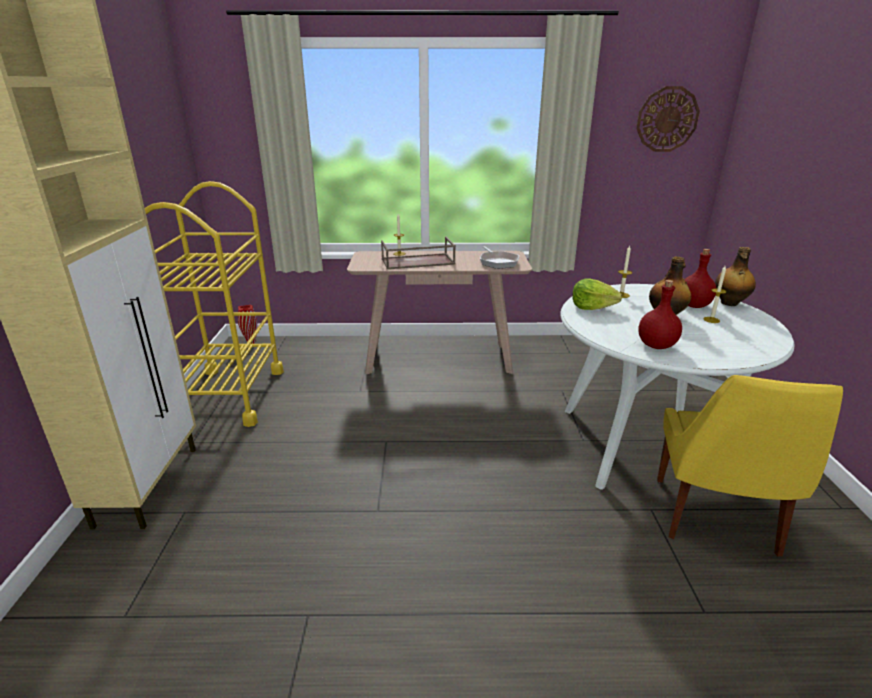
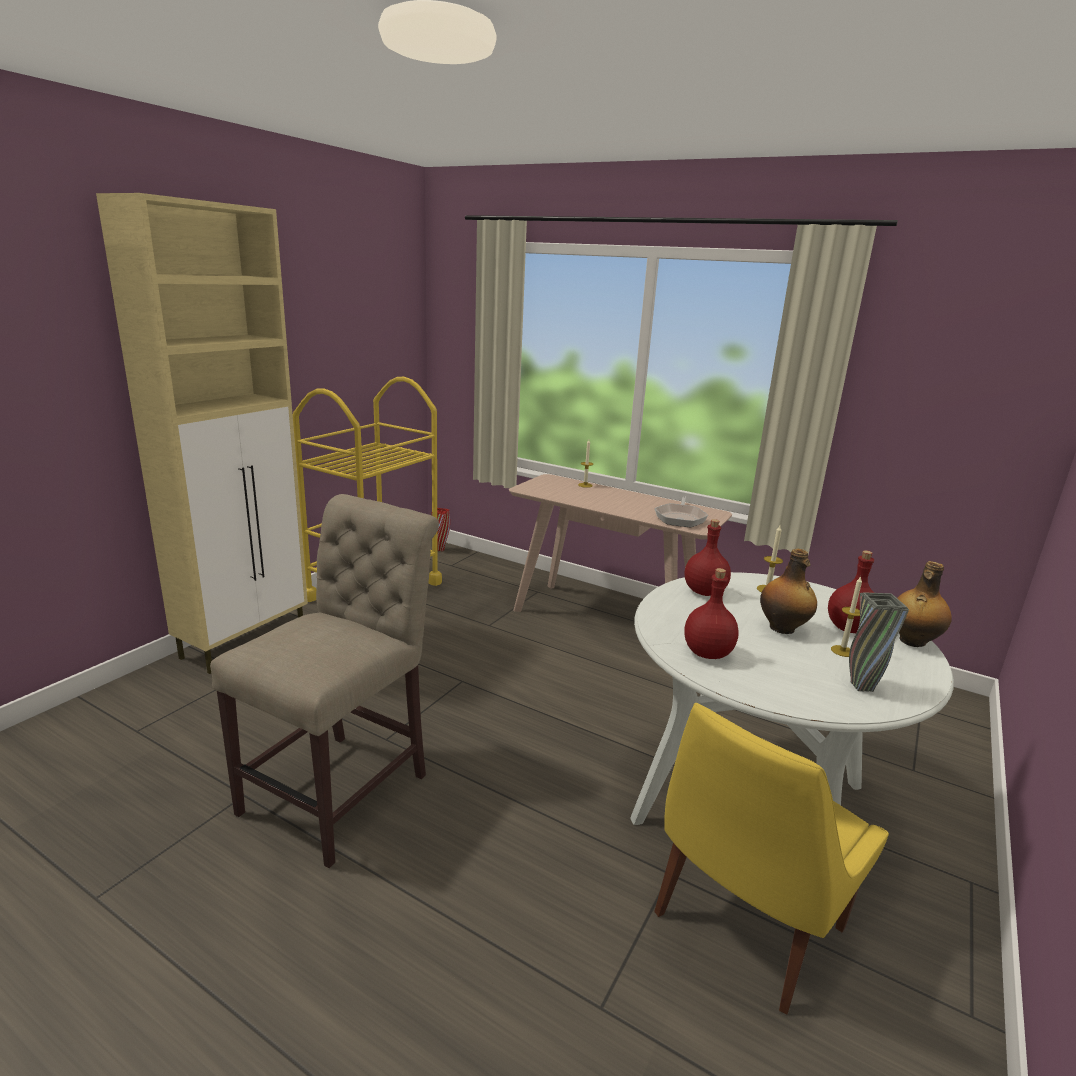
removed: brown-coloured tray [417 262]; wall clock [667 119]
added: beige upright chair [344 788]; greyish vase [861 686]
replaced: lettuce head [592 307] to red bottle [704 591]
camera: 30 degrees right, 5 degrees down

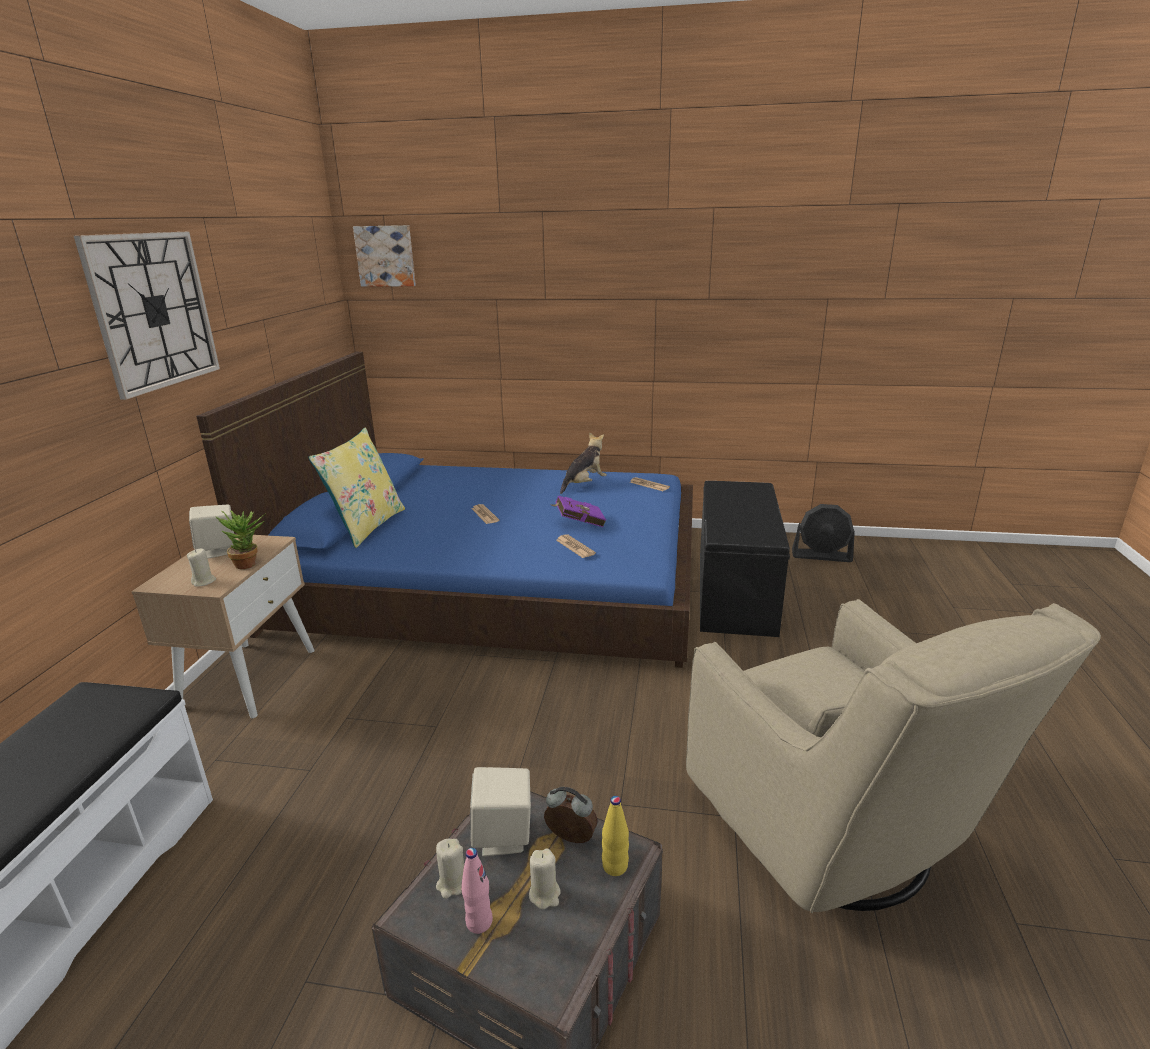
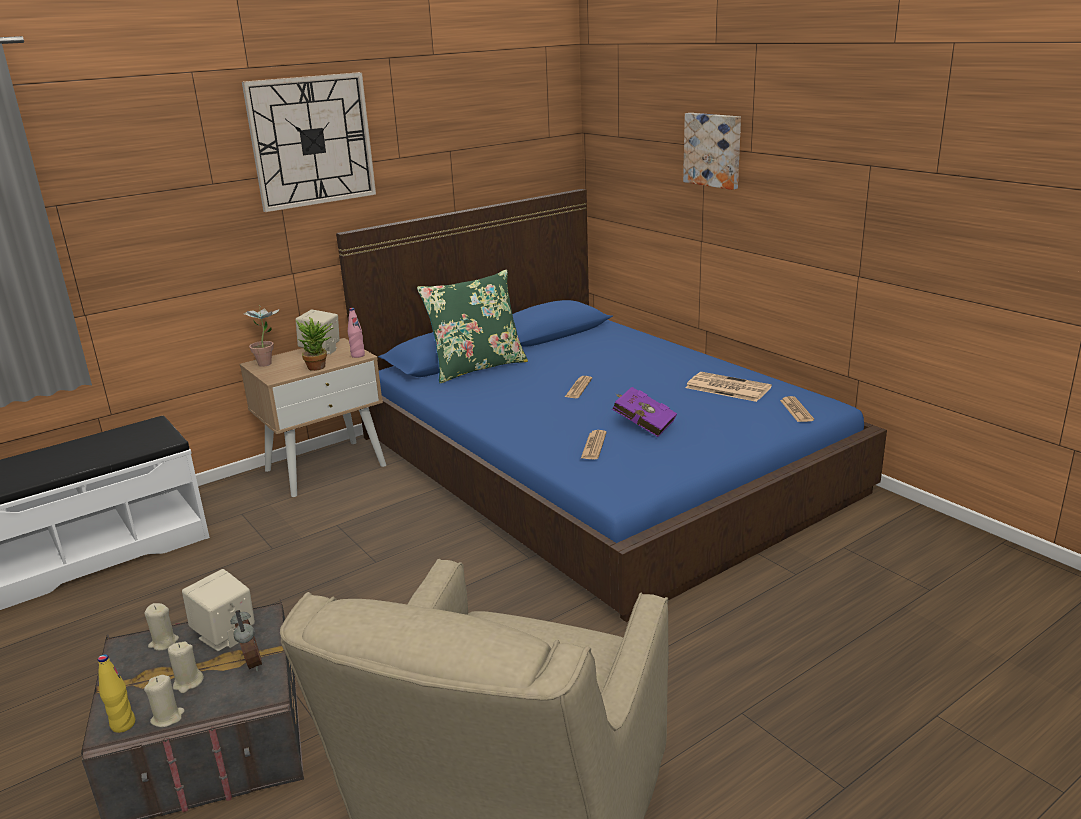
removed: black-coloured long seat [734 591]; black-coloured electric fan [821 556]
added: houseplant [268 362]
moved: beige wax candle [204 581] to [167 717]; picture [386 256] to [714 150]; pink-coloured bottle [479 922] to [358 355]; yellow bottle [615 866] to [123 725]
replaced: soft toy [584 484] to daily paper [726 388]
recoloured: yellow pillow [366 526] to greenish pillow [477 367]
camera: 45 degrees right, 0 degrees up

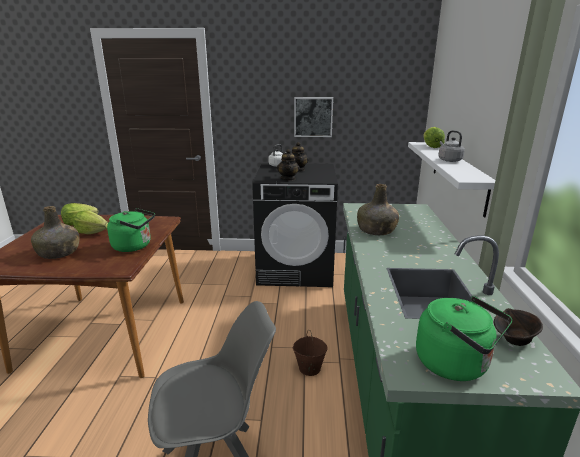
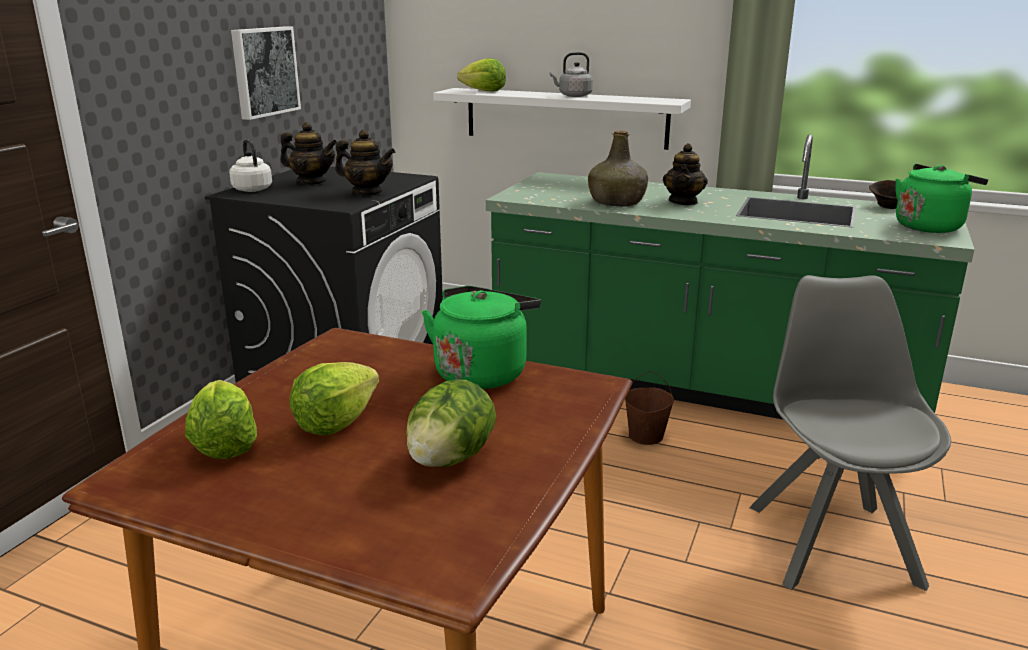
added: teapot [683 202]
replaced: greenish bottle [59 253] to lettuce head [450 459]
camera: 70 degrees left, 0 degrees up

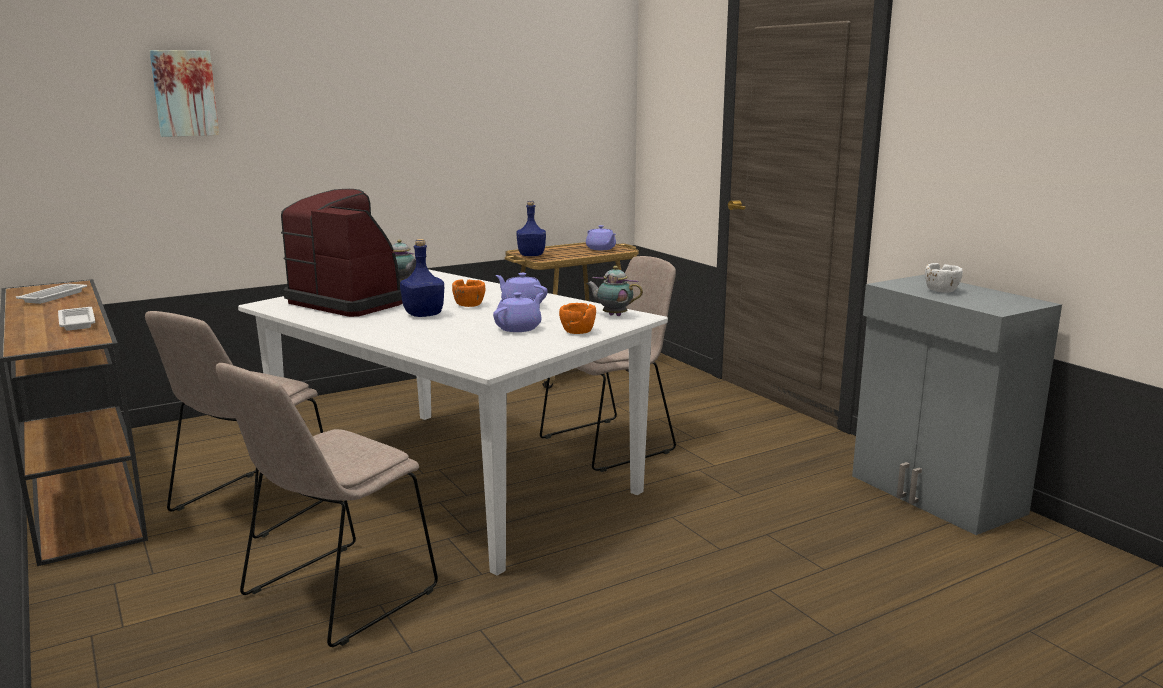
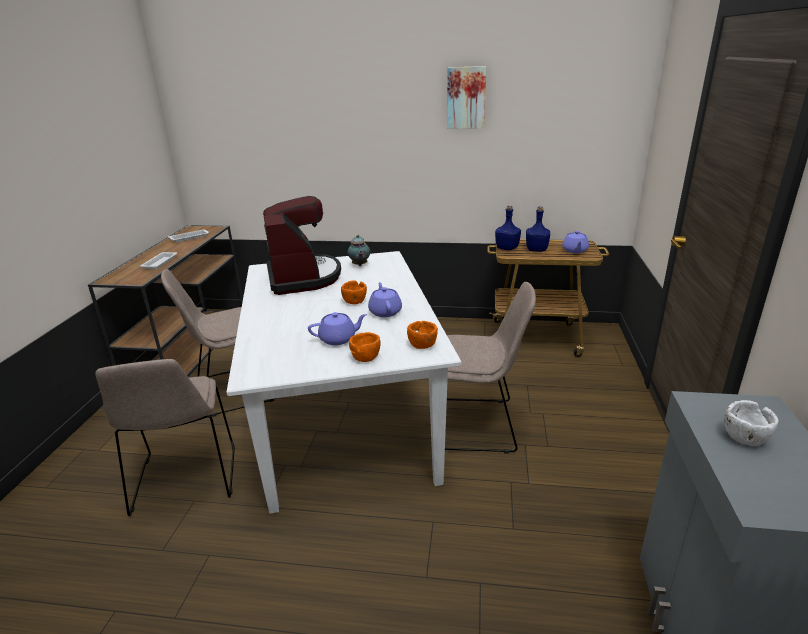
moved: picture [184 93] to [466 97]; blue bottle [424 315] to [536 250]
replaced: teapot [613 315] to orange-coloured bowl [423 345]
turned: beige upright chair [335 596] = [185 481] 90 degrees counterclockwise
camera: 40 degrees right, 10 degrees up

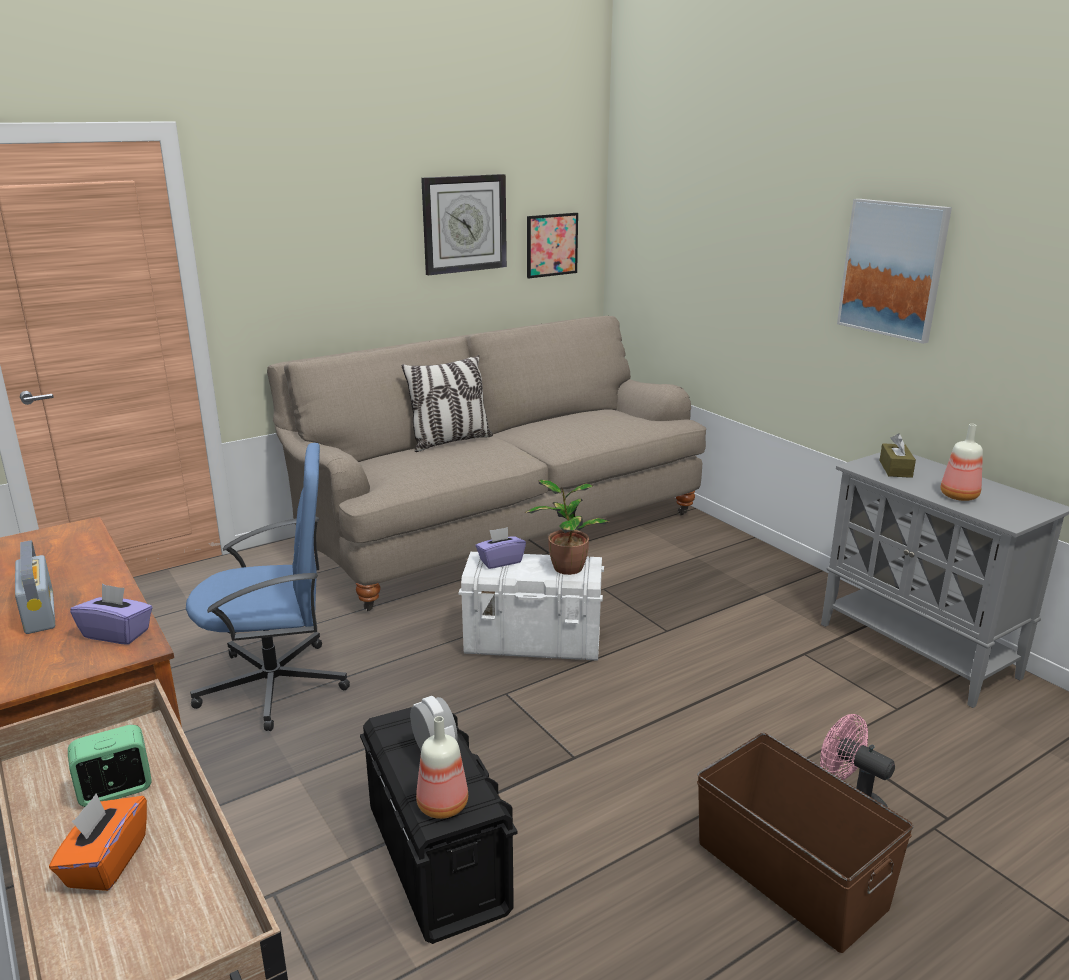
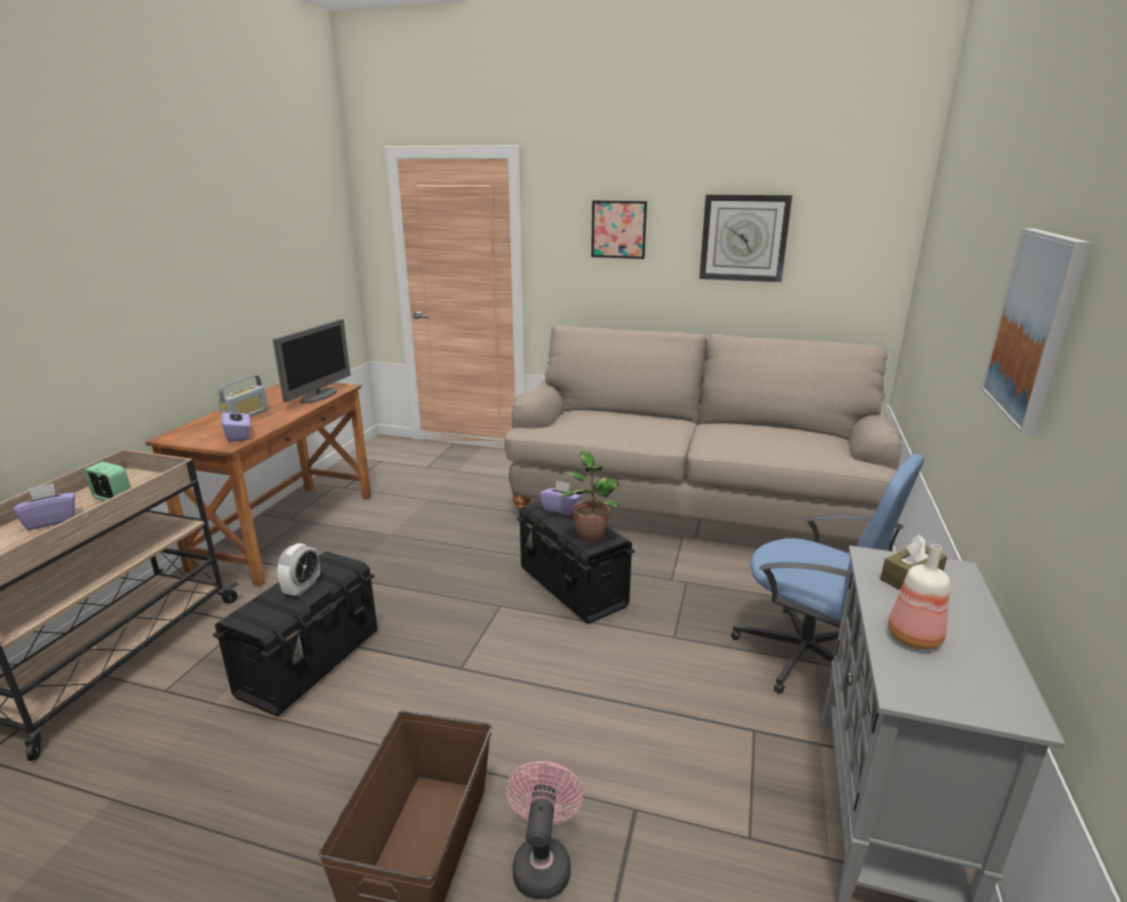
removed: pillow [450 441]; bottle [441 805]
added: computer screen [319 396]
moved: blue office chair [276 685] to [806 655]; picture [551 245] to [618 229]
recoloured: orange-coloured tissue box [106 862] to purplish tissue box [51 520]; white storage box [534 642] to black-coloured storage box [572 587]
camera: 50 degrees right, 0 degrees up

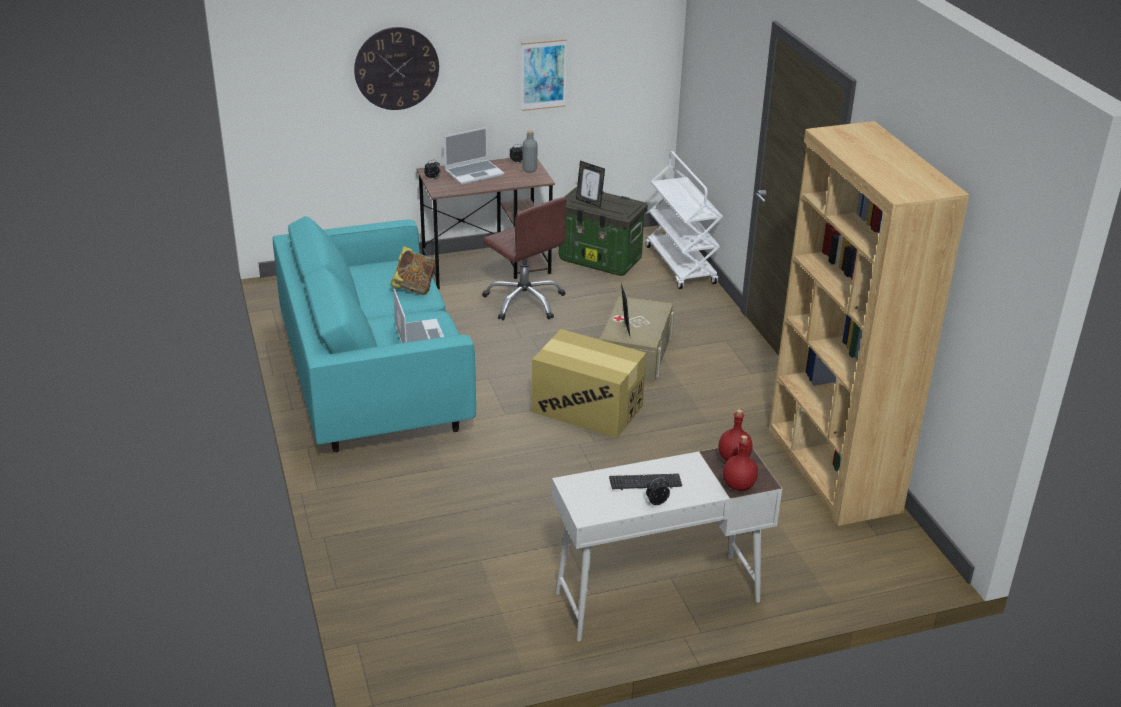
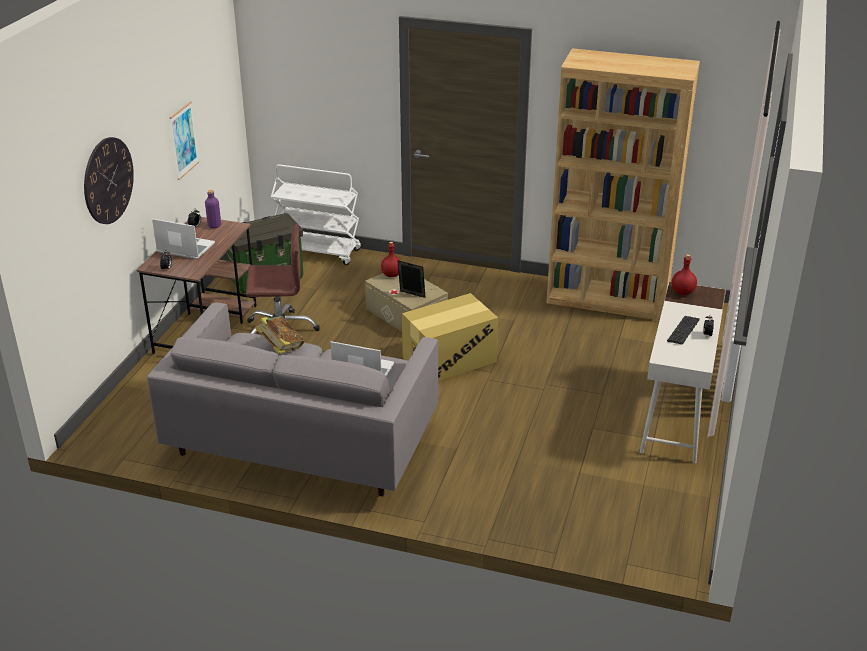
removed: picture frame [589 202]
moved: red bottle [738 485] to [391 275]
recoloured: turquoise settee [375 380] to greyish settee [303 440]; greyish bottle [529 169] to purplish bottle [214 225]
turned: notebook computer [474 173] = [185 248] 75 degrees counterclockwise
camera: 55 degrees left, 0 degrees up

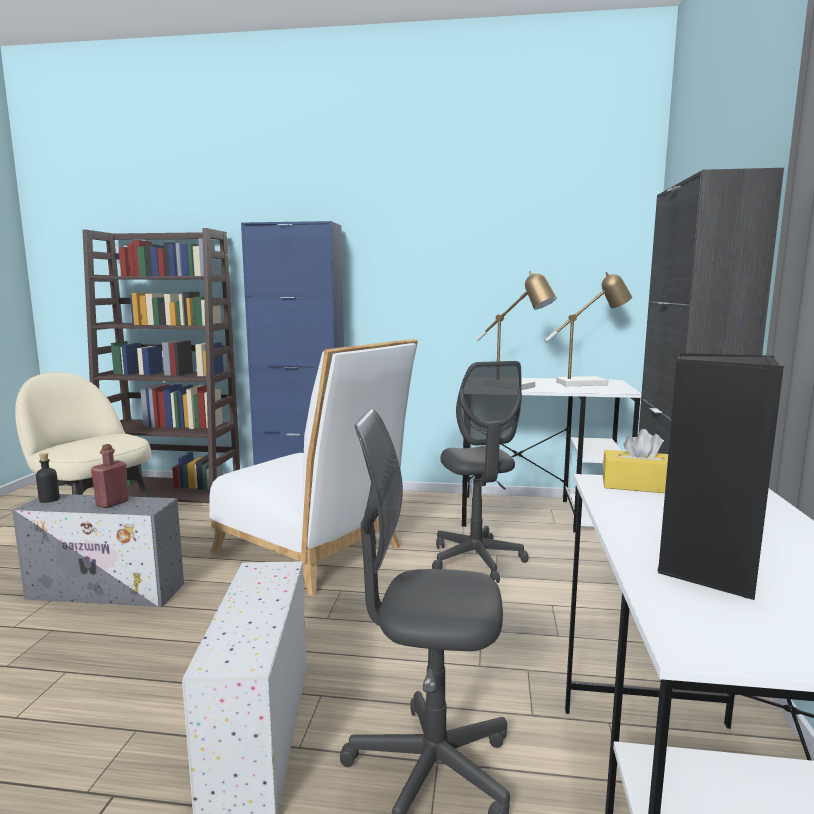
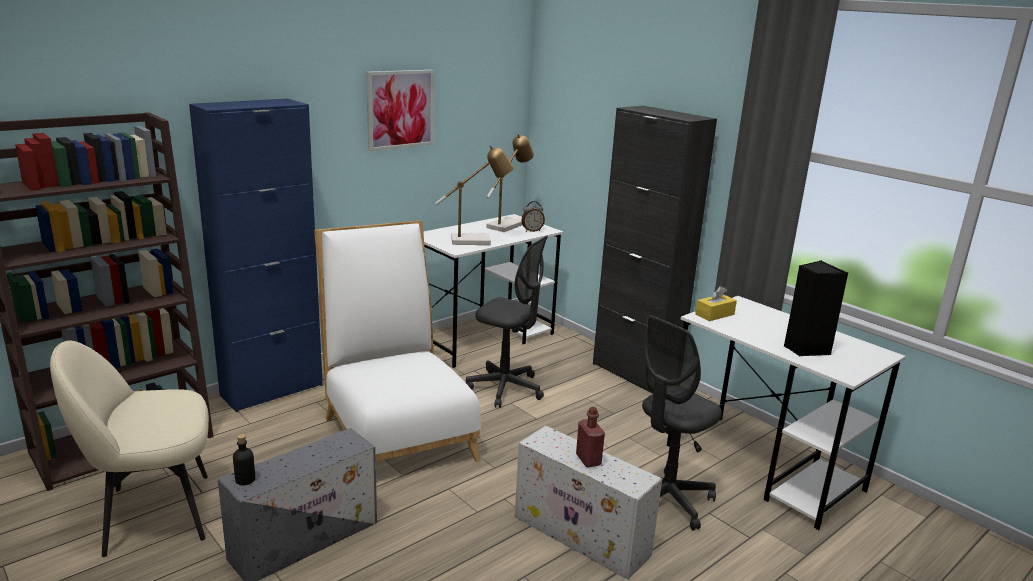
added: picture [400 109]; alarm clock [532 230]
moved: red bottle [112 503] to [588 460]
turned: white upright chair [315 552] = [396 432] 105 degrees counterclockwise
camera: 50 degrees left, 10 degrees up

